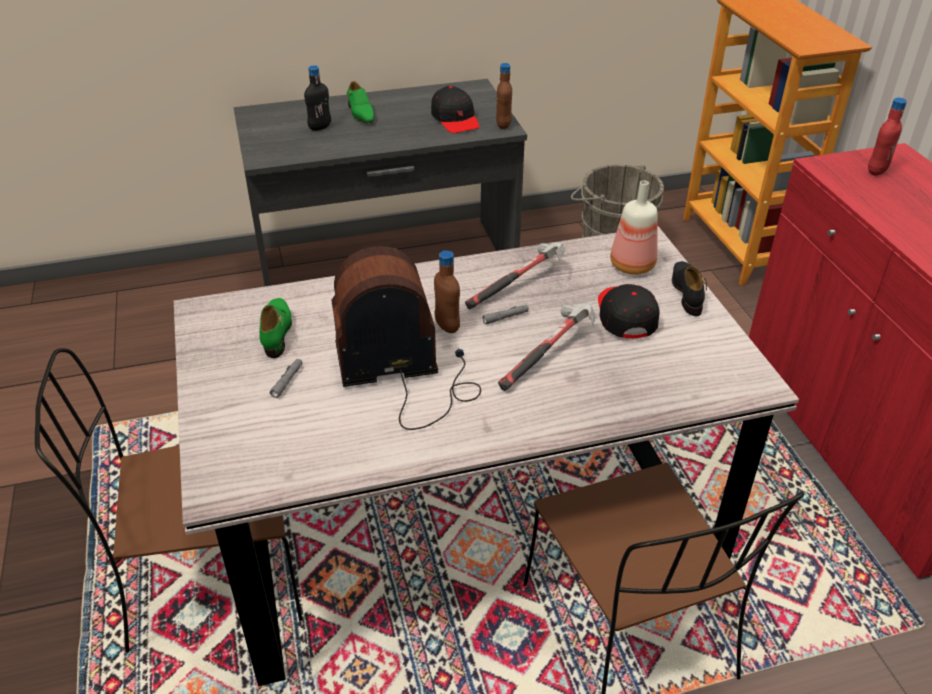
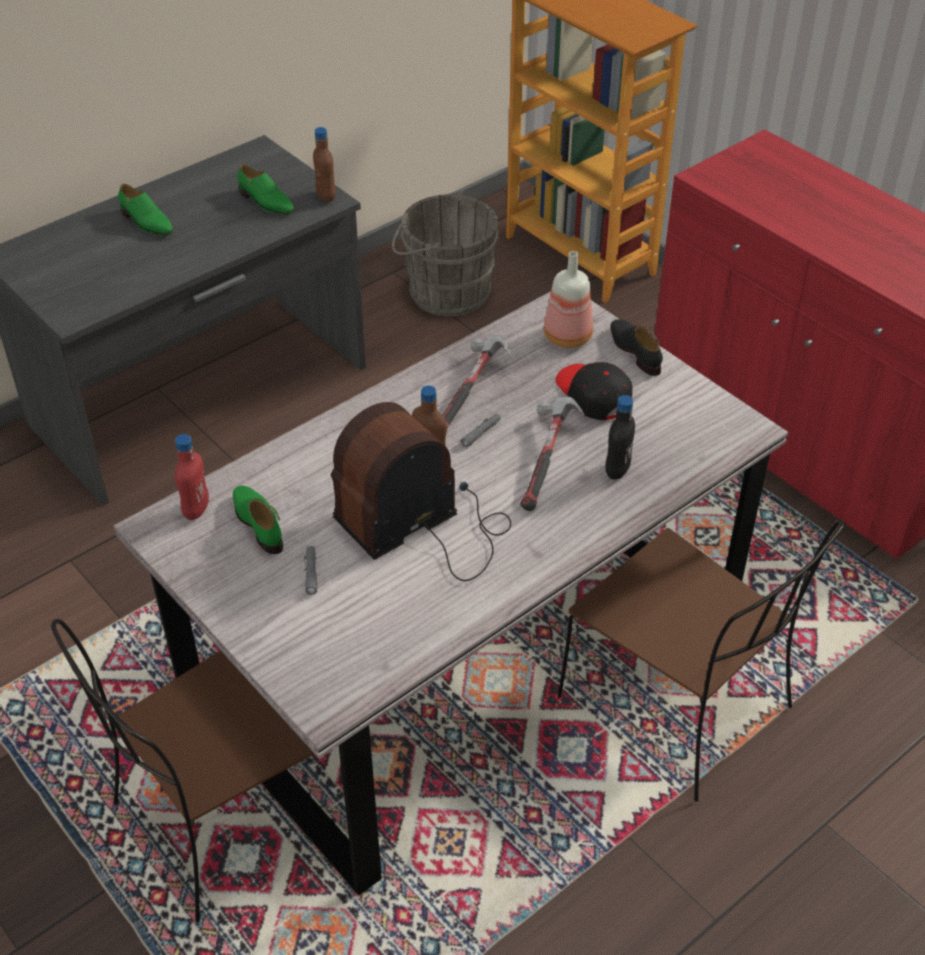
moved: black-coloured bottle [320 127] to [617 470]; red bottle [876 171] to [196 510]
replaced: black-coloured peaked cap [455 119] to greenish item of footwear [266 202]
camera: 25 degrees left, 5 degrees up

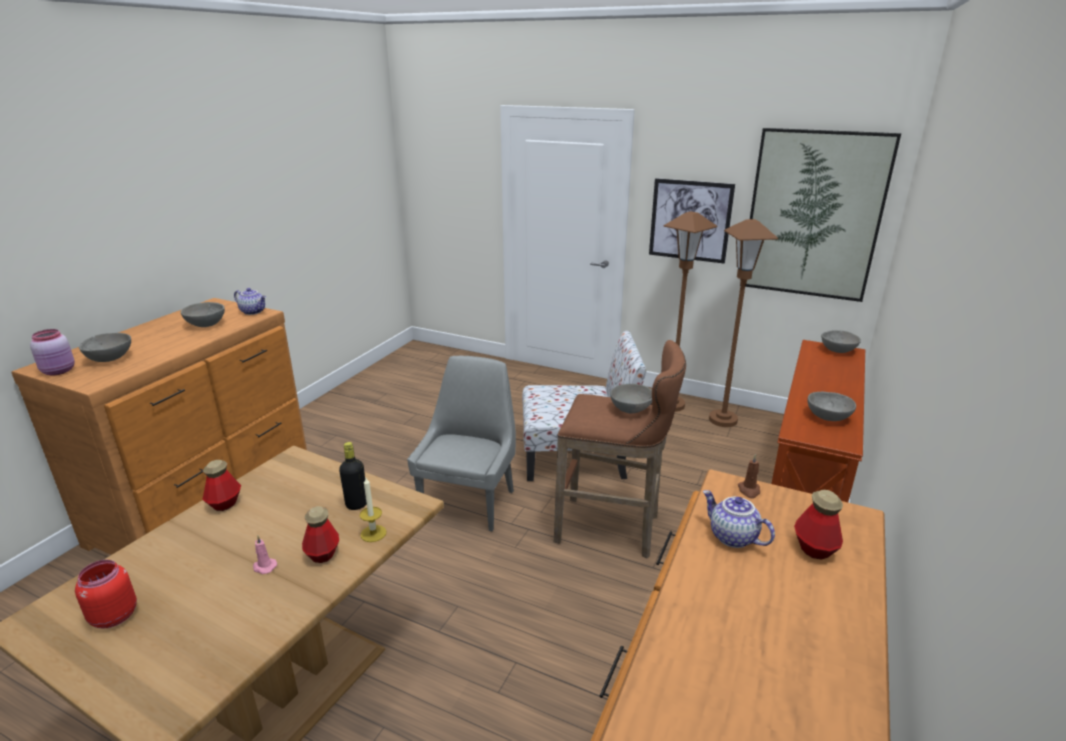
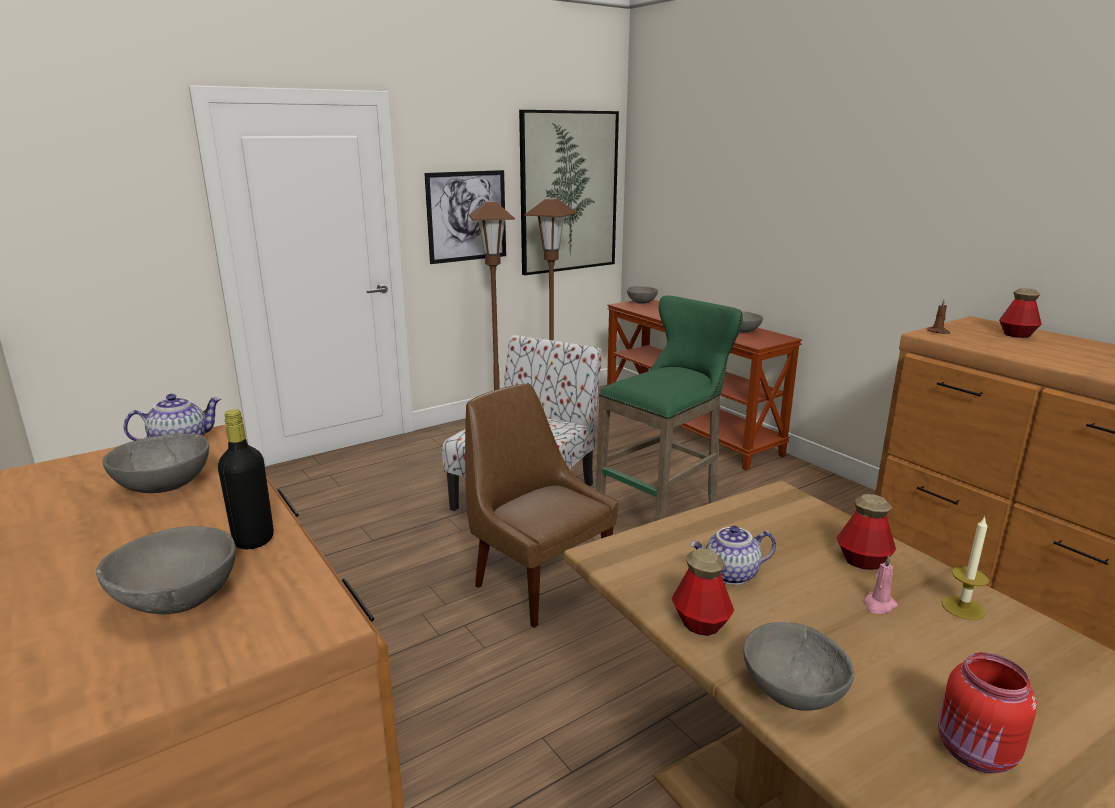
removed: pink-coloured preserve jar [59 371]
moved: black-coloured bottle [356 504] to [254 540]; wax candle [373 533] to [963 608]; greyish bowl [631 409] to [791 691]; teapot [732 537] to [730 575]
recoloured: greyish upright chair [470 501] to brown-coloured upright chair [538 582]; brown-coloured stool seat [612 529] to greenish stool seat [662 516]
camera: 60 degrees left, 5 degrees down

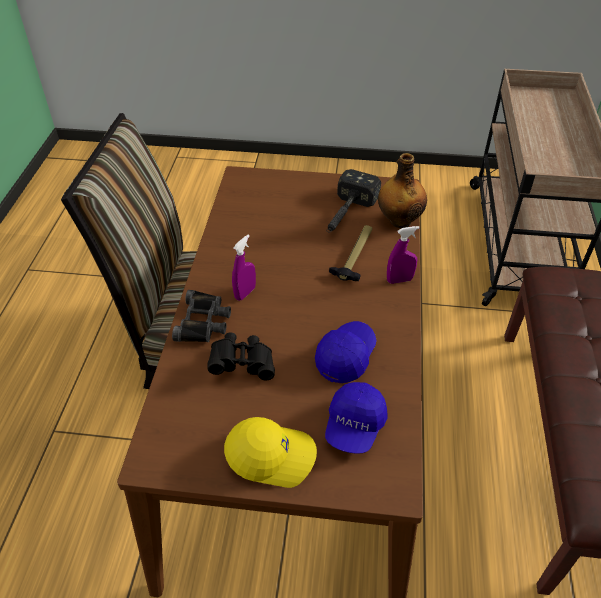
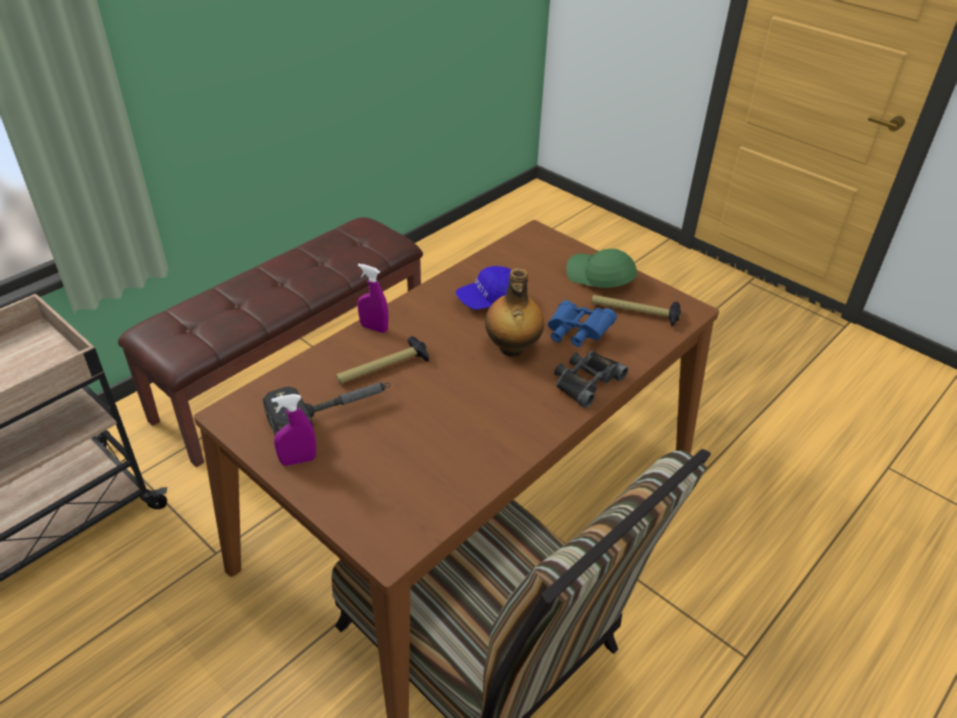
removed: blue peaked cap [354 426]
added: hammer [634 312]
moved: purplish spray bottle [245 293] to [298 460]; bottle [399 220] to [512 348]
recoloured: black-coloured pair of binoculars [243 364] to blue pair of binoculars [576 333]; yellow peaked cap [271 455] to greenish peaked cap [599 277]
camera: 145 degrees left, 5 degrees down

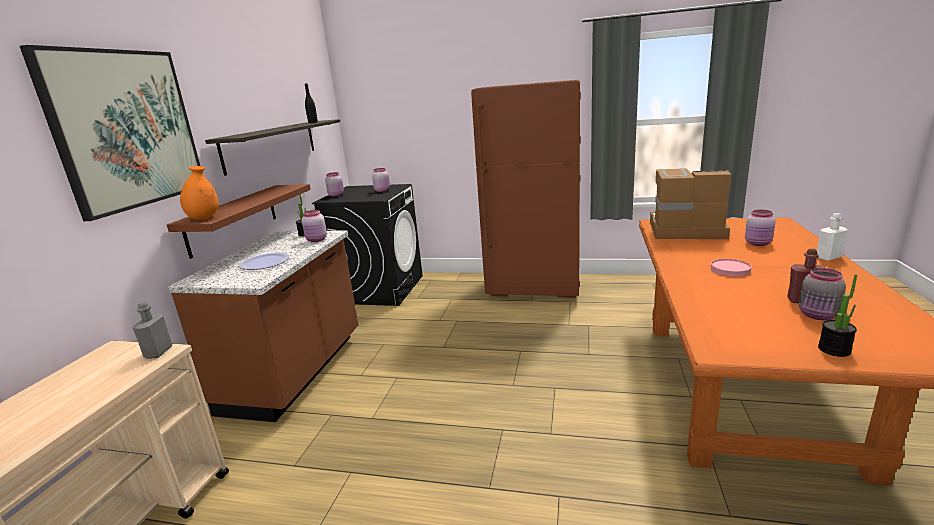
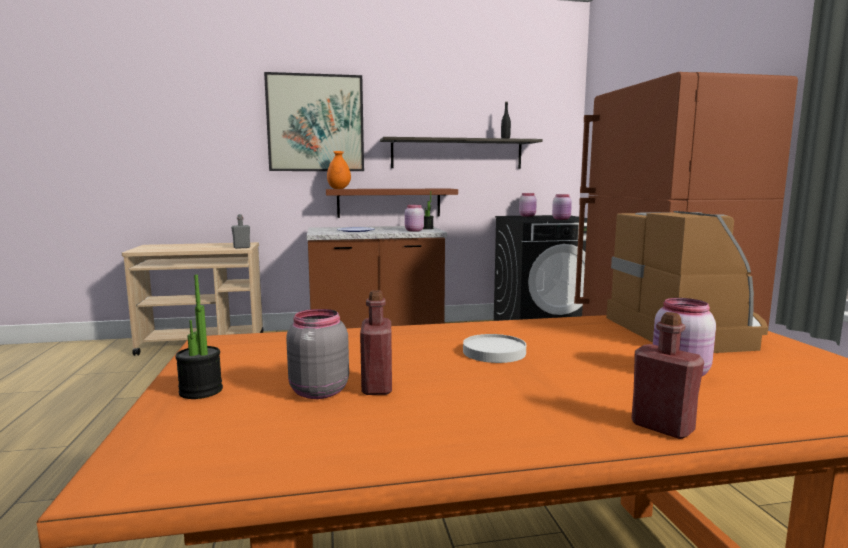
recoloured: pink-coloured plate [730 270] to white plate [493 352]; white bottle [828 257] to red bottle [662 427]
camera: 65 degrees right, 10 degrees down

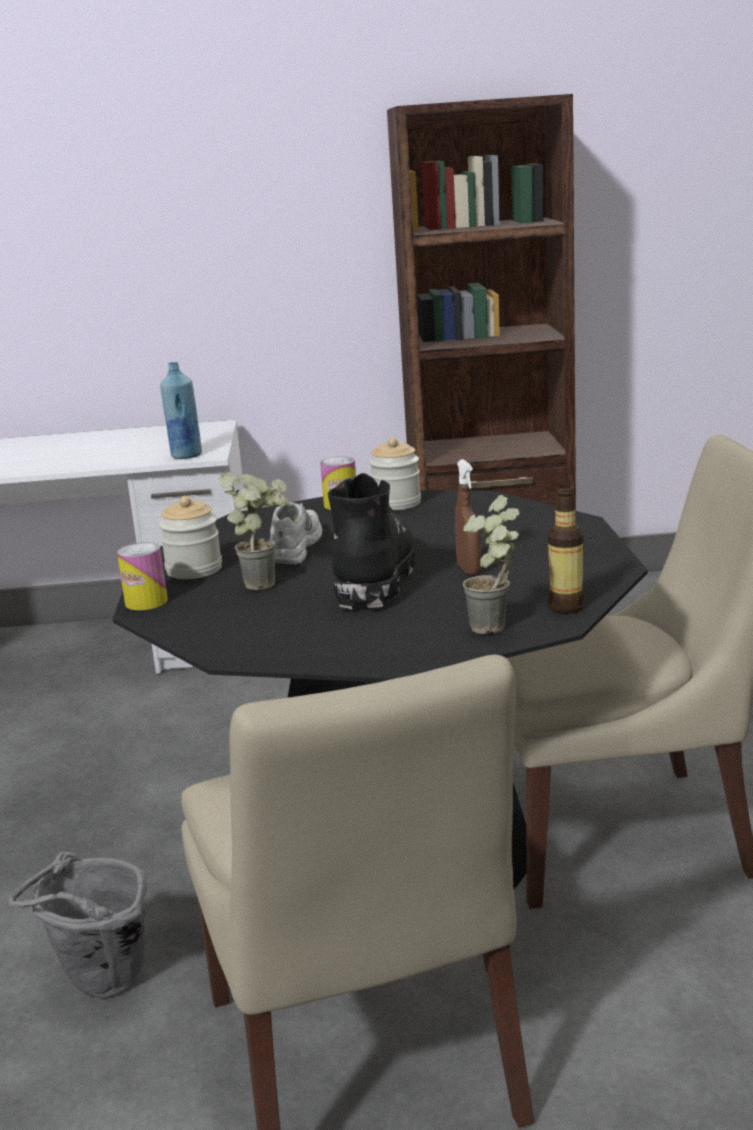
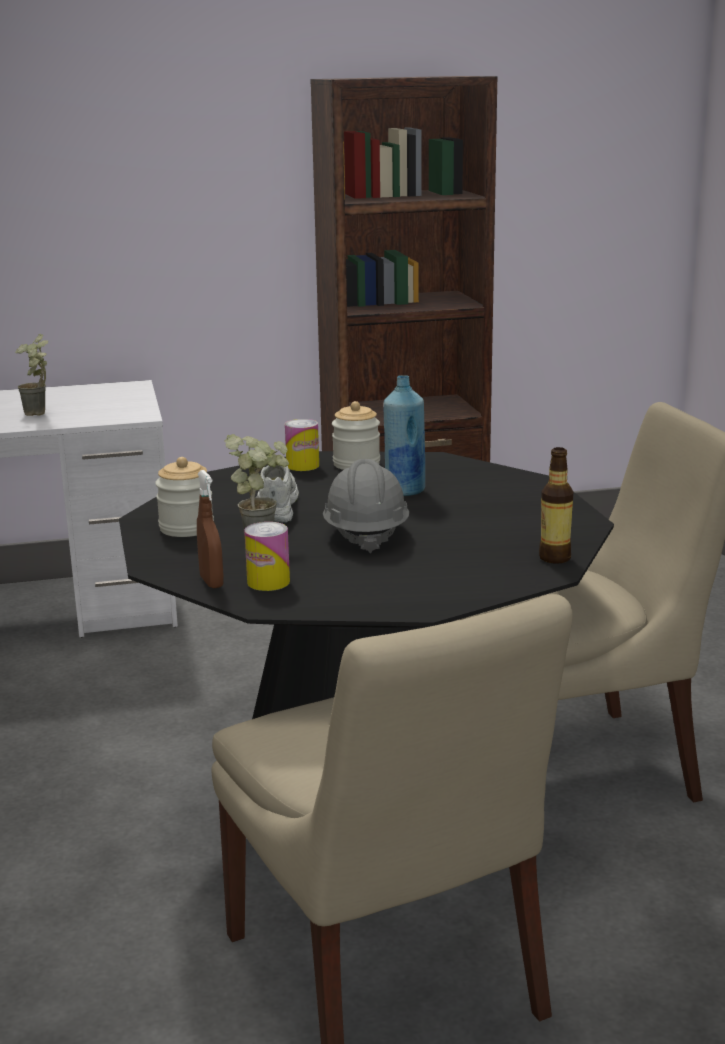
removed: greyish bucket [100 986]
moved: can [146 602] to [268 582]; blue bottle [186 455] to [404 491]; brown-coloured spray bottle [468 569] to [211 582]; houseplant [497 631] to [39 414]
replaced: black-coloured boot [373 578] to greyish safety helmet [365 534]
camera: 10 degrees left, 0 degrees up

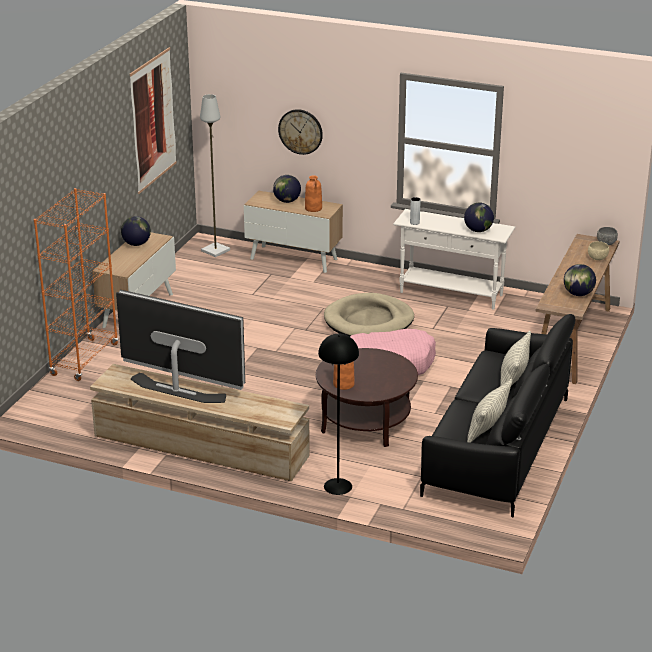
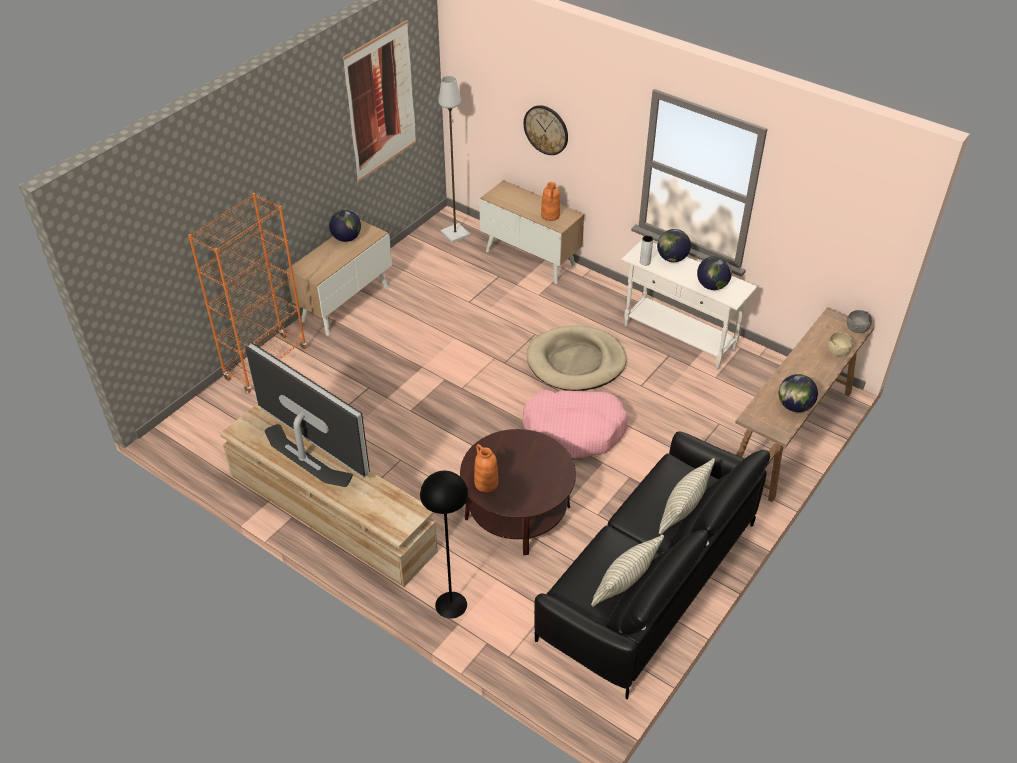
moved: world globe [287 201] to [671 258]
camera: 15 degrees right, 15 degrees up

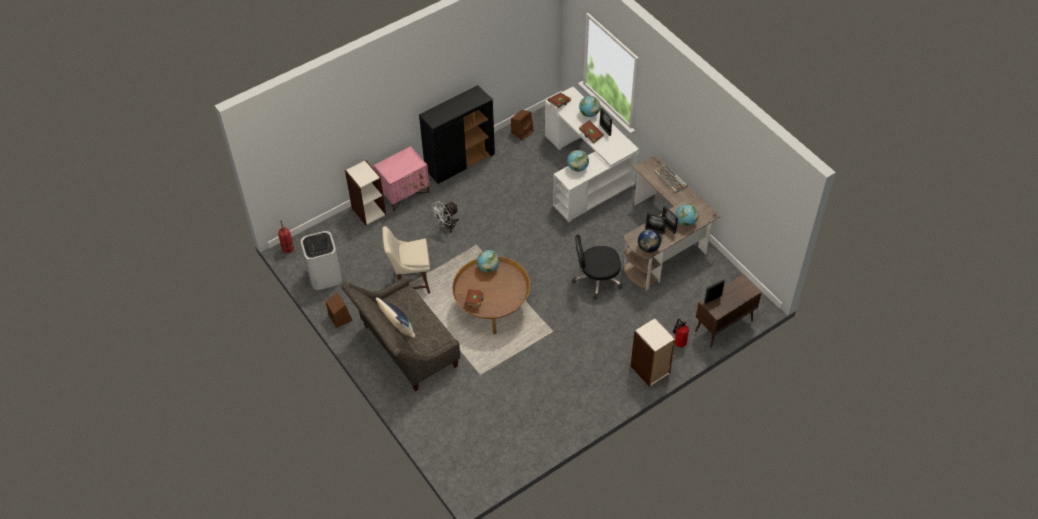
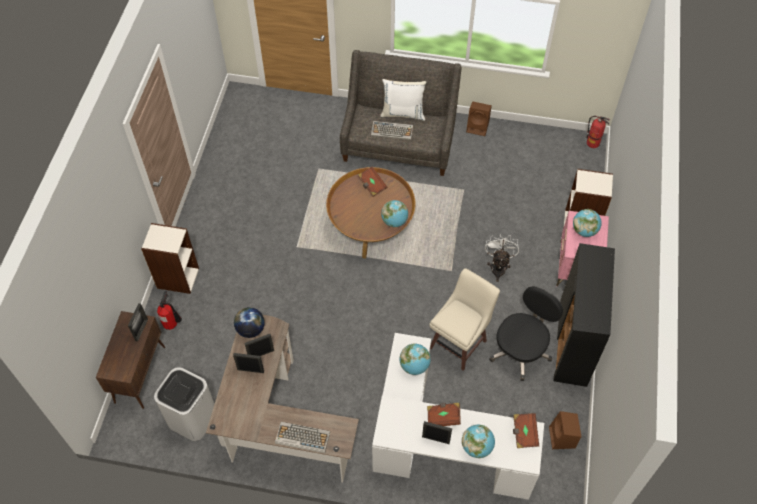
added: computer keyboard [392 131]
moved: white trash can [325 276] to [192 418]; beige stool seat [410 282] to [459 343]; black-coloured office chair [596 280] to [521 350]; world globe [685 222] to [584 230]
recoloured: blue pillow [397 328] to white pillow [403 113]
camera: 135 degrees right, 5 degrees up

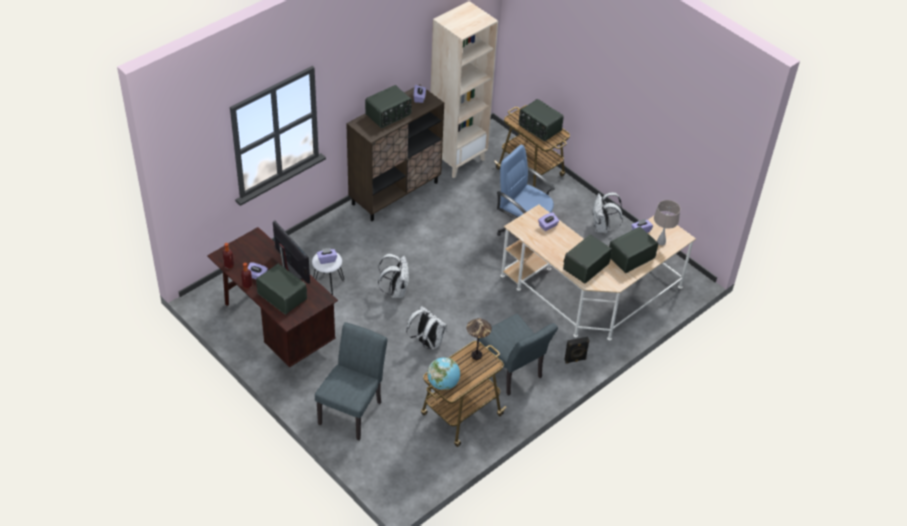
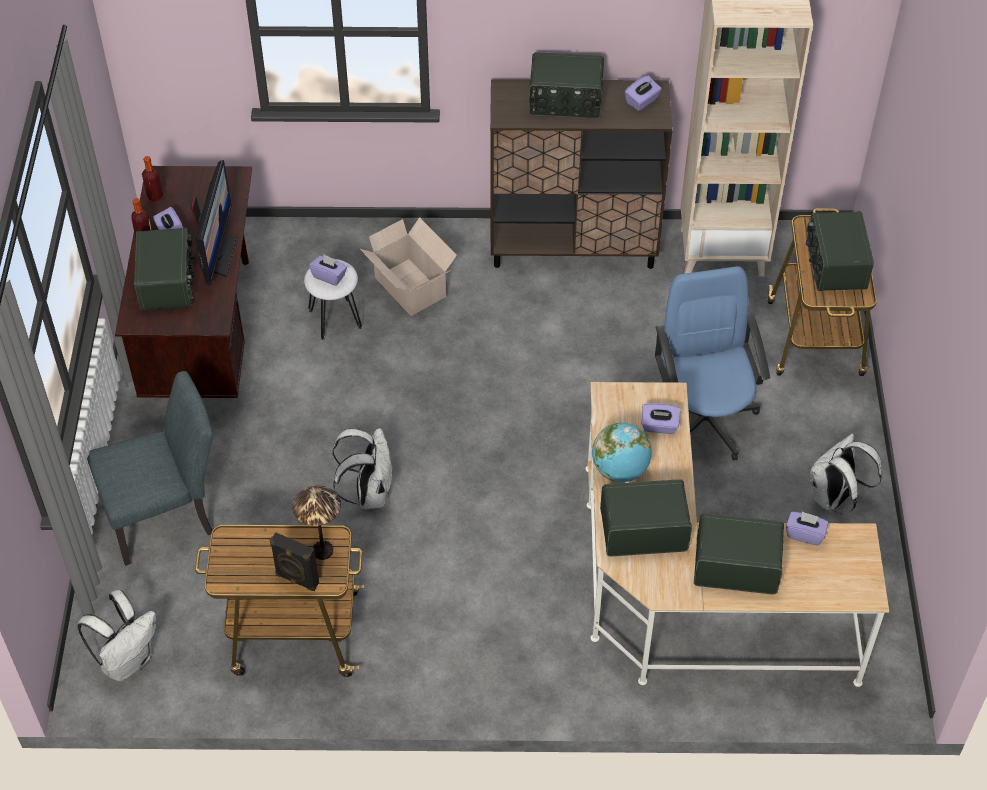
removed: greyish upright chair [513 373]; beige lamp for a table [661 242]
added: packing box [411 289]
moved: white knapsack [395 291] to [128 660]; world globe [443 384] to [620 470]; black-coloured audio speaker [575 360] to [296 580]
camera: 45 degrees right, 5 degrees up

